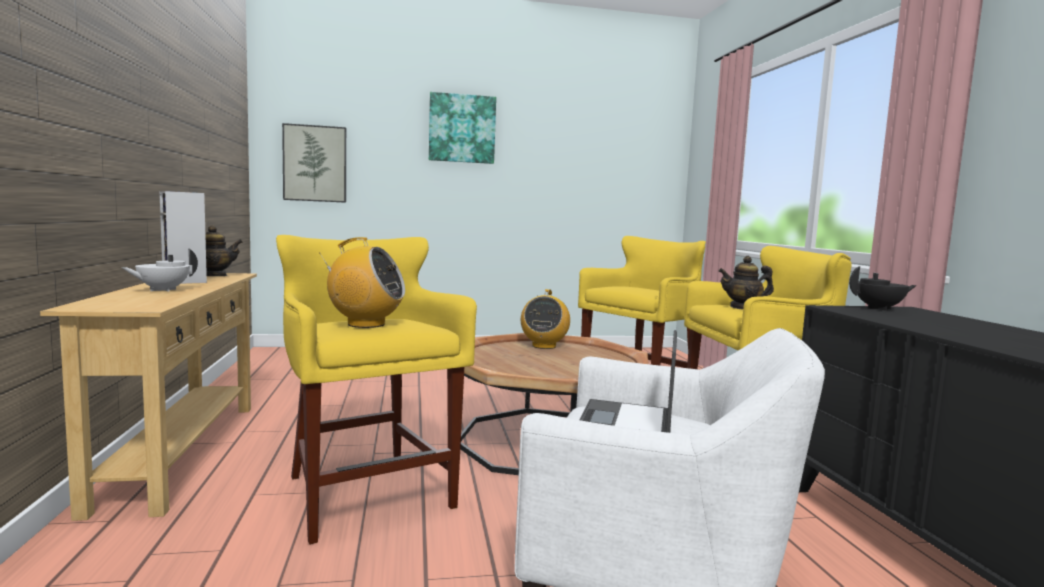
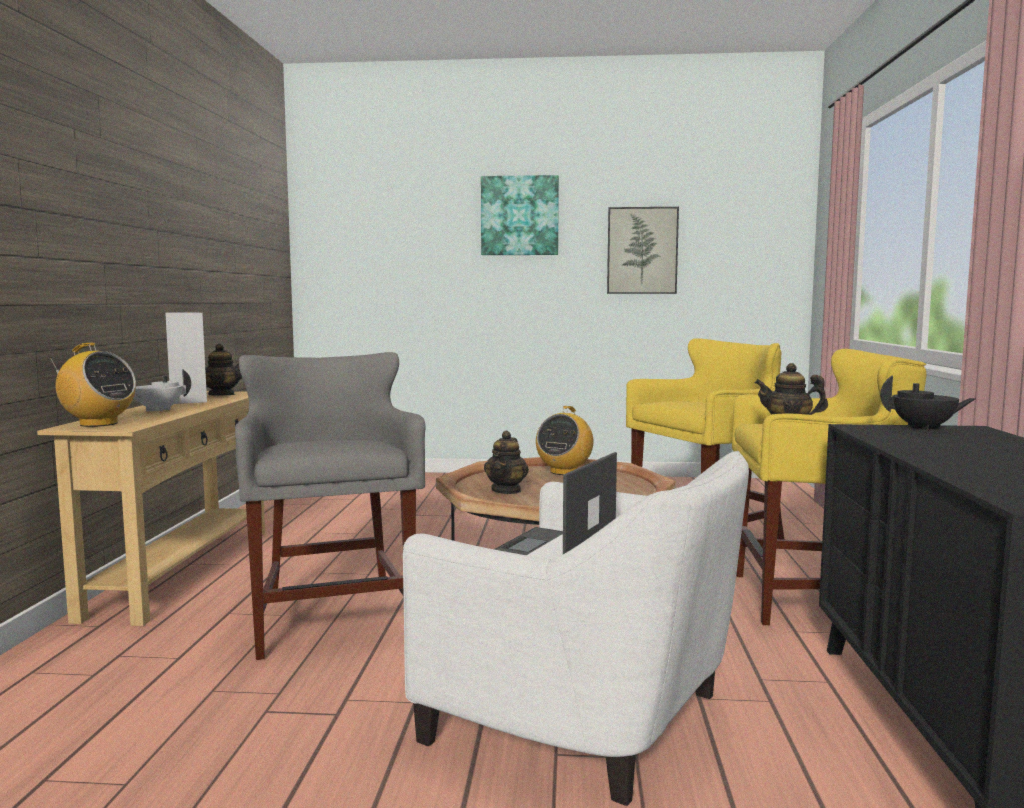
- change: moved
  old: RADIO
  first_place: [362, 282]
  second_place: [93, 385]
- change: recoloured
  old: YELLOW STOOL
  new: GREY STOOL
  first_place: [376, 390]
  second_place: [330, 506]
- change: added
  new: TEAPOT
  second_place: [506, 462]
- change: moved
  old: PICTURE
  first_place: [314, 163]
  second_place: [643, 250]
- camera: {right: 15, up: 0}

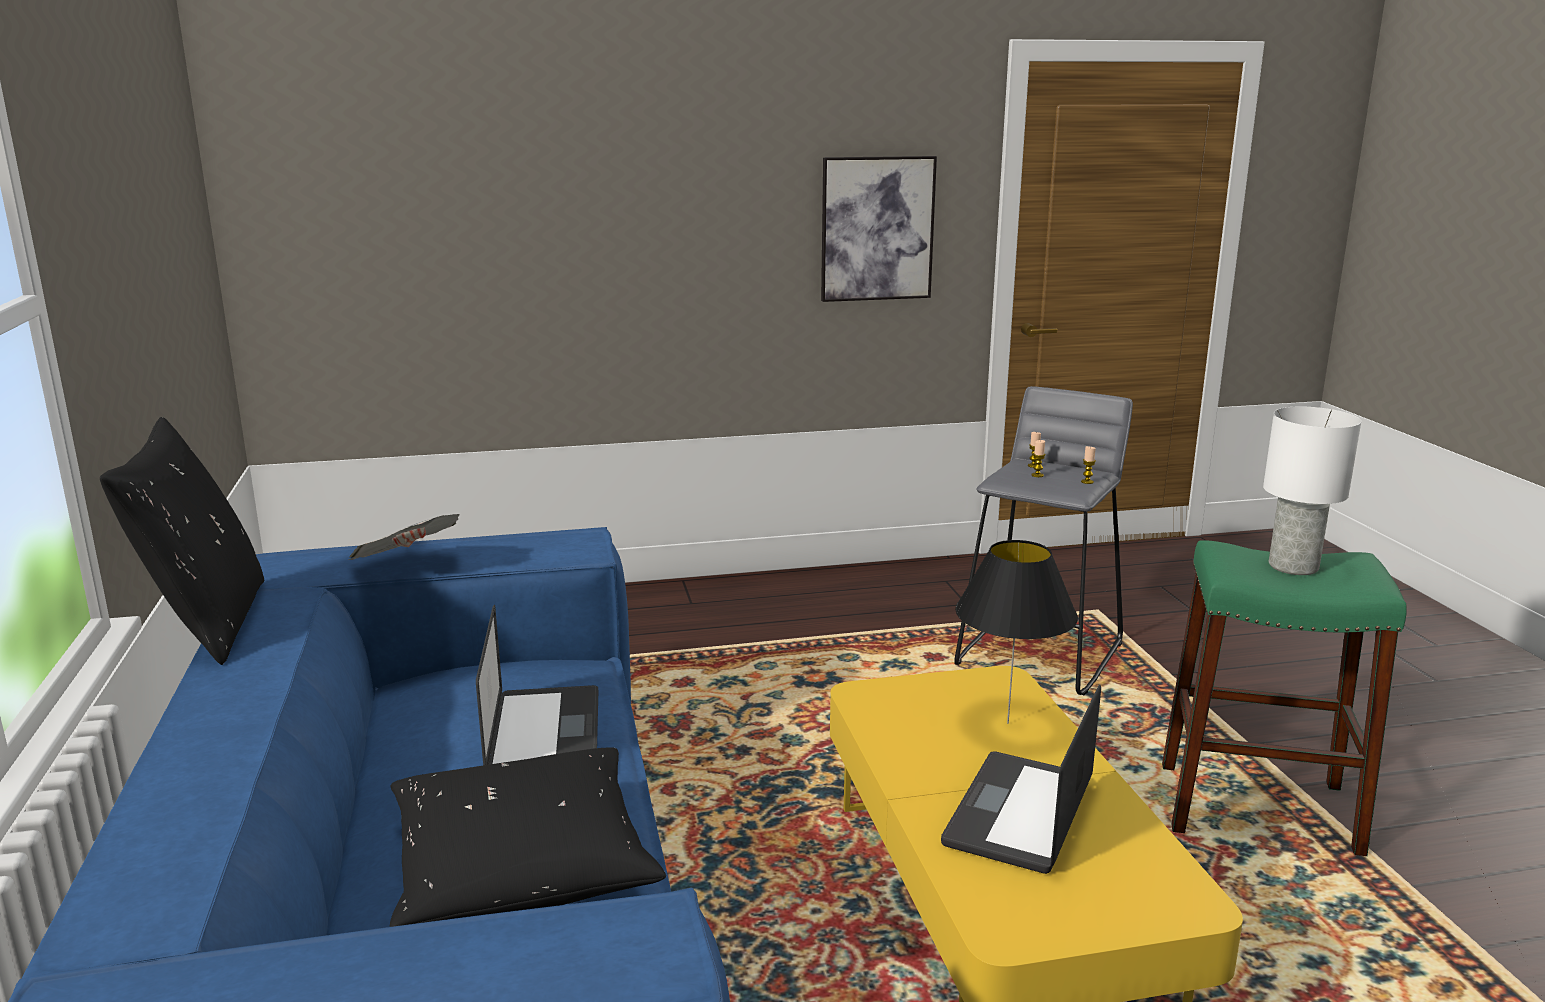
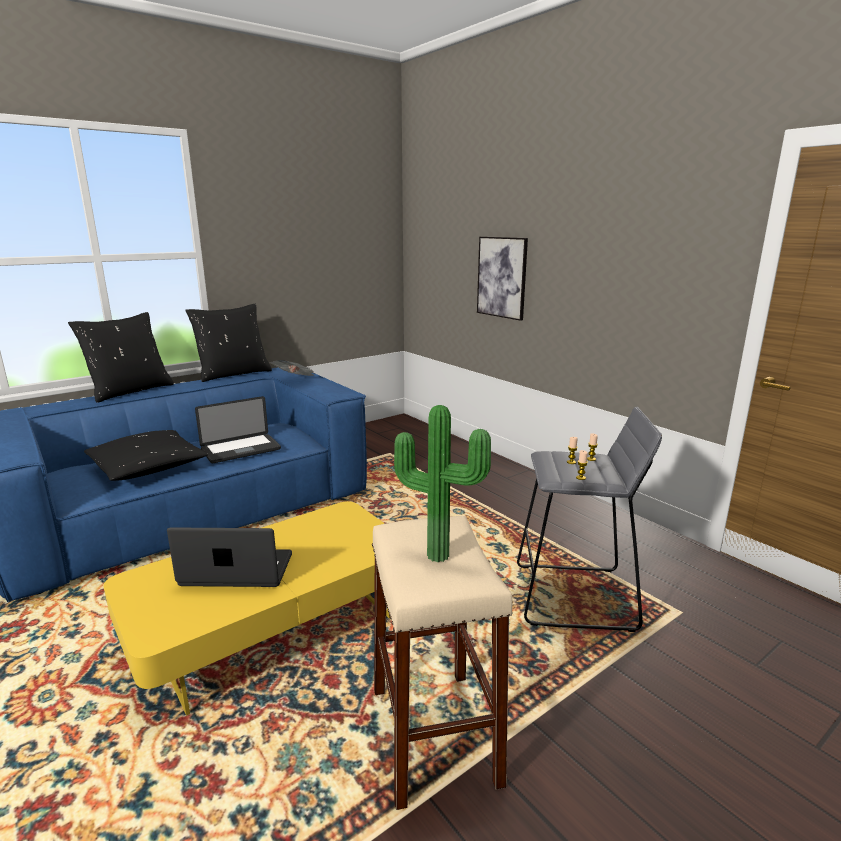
- change: added
  new: BLACK PILLOW
  second_place: [121, 357]
- change: recoloured
  old: GREEN STOOL
  new: BEIGE STOOL
  first_place: [1284, 698]
  second_place: [442, 663]
- change: replaced
  old: WHITE TABLE LAMP
  new: POTTED PLANT
  first_place: [1312, 491]
  second_place: [442, 483]
- change: moved
  old: PICTURE
  first_place: [879, 229]
  second_place: [502, 279]
- change: removed
  old: BLACK TABLE LAMP
  first_place: [1016, 632]
- camera: {right: 65, up: 0}

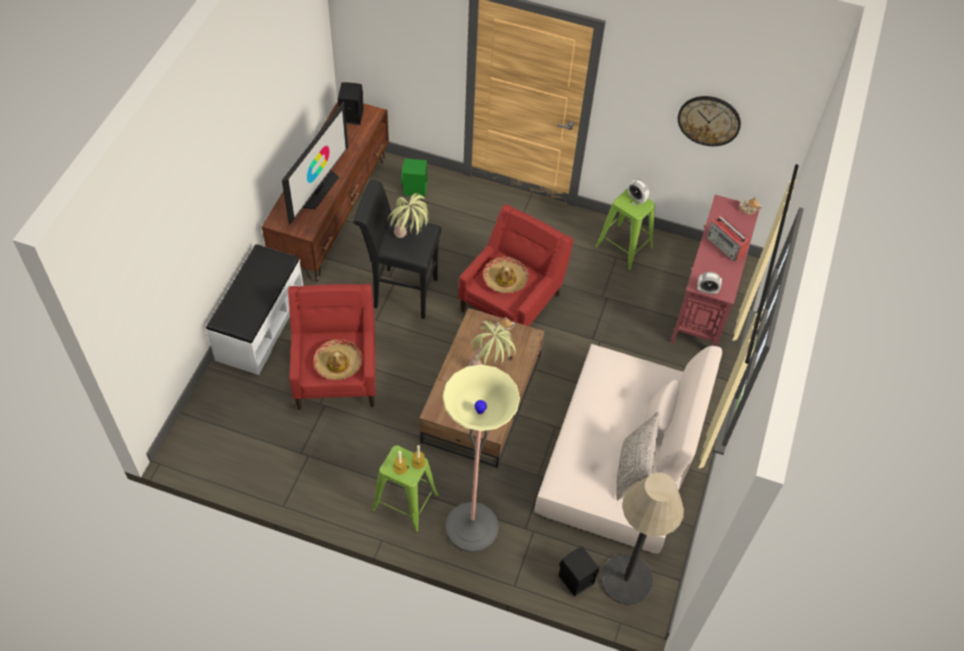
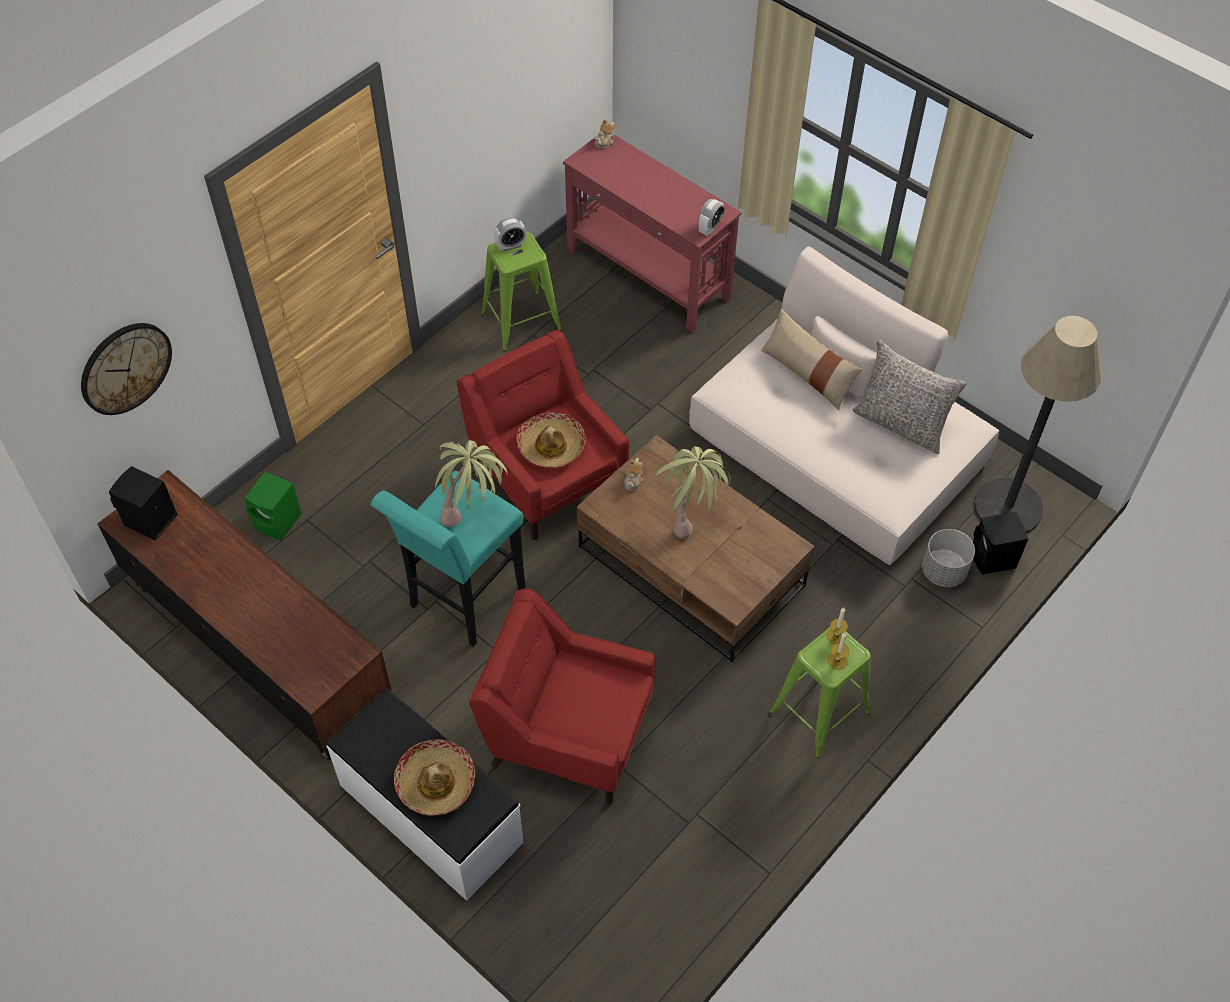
- change: moved
  old: WALL CLOCK
  first_place: [709, 121]
  second_place: [126, 369]
- change: recoloured
  old: BLACK STOOL
  new: TURQUOISE STOOL
  first_place: [397, 249]
  second_place: [448, 559]
- change: moved
  old: HAT
  first_place: [337, 359]
  second_place: [434, 777]
- change: added
  new: BEIGE PILLOW
  second_place: [811, 359]
- change: added
  new: GREY PLANTER
  second_place: [948, 558]
- change: removed
  old: TELEVISION
  first_place: [315, 163]
- change: removed
  old: FLOOR LAMP
  first_place: [481, 458]
- change: removed
  old: RADIO
  first_place: [728, 238]
- camera: {right: -65, up: 0}

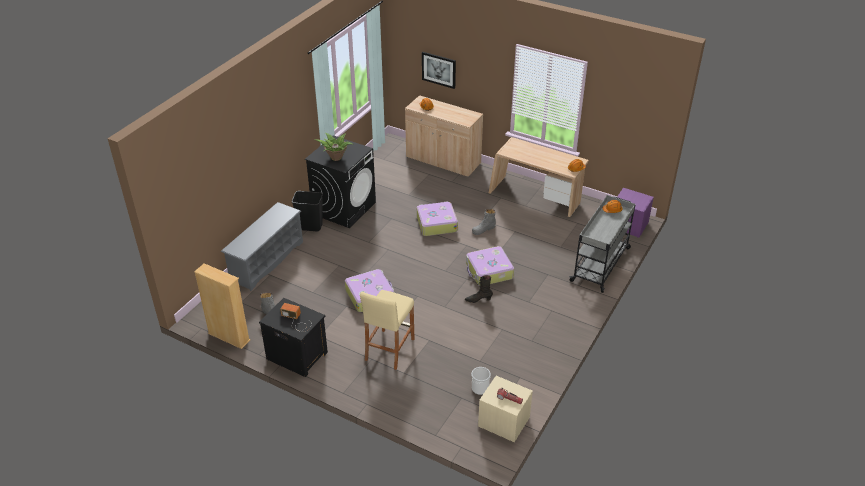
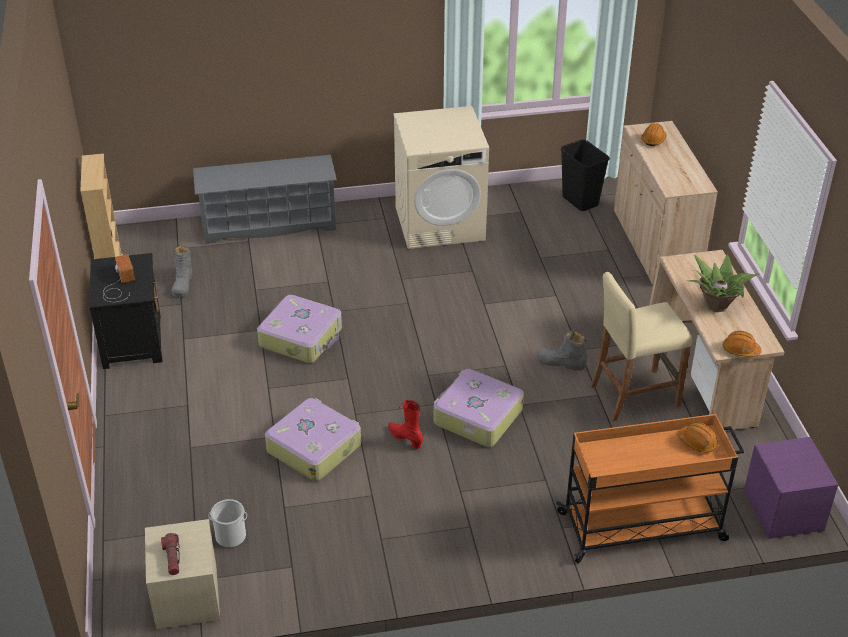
- change: moved
  old: SUITCASE
  first_place: [437, 218]
  second_place: [313, 439]
- change: recoloured
  old: BLACK BOOT
  new: RED BOOT
  first_place: [479, 289]
  second_place: [405, 424]
- change: recoloured
  old: BLACK WASHING MACHINE
  new: BEIGE WASHING MACHINE
  first_place: [340, 181]
  second_place: [441, 177]
- change: recoloured
  old: GREY CART
  new: ORANGE CART
  first_place: [602, 244]
  second_place: [650, 488]
- change: moved
  old: BLACK TRASH CAN
  first_place: [307, 211]
  second_place: [585, 175]
- change: moved
  old: BEIGE STOOL
  first_place: [387, 330]
  second_place: [641, 346]
- change: moved
  old: POTTED PLANT
  first_place: [334, 147]
  second_place: [723, 283]
- change: removed
  old: PICTURE
  first_place: [439, 70]
- camera: {right: 50, up: 0}

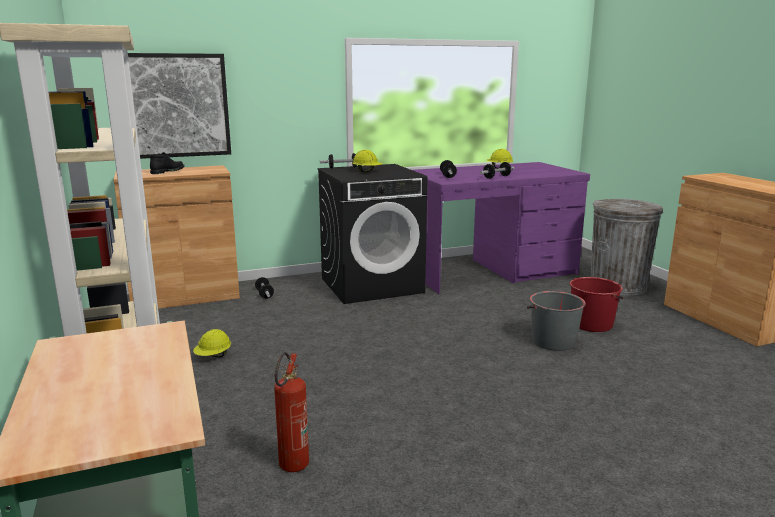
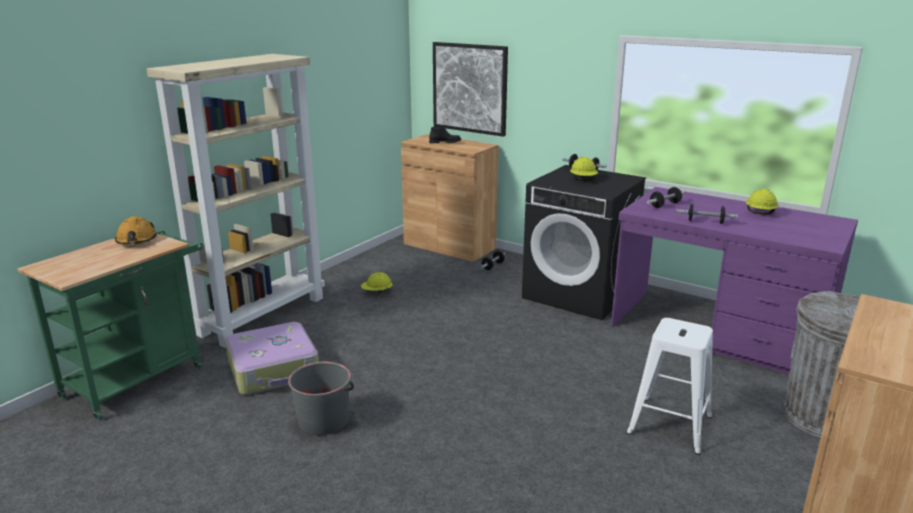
- change: added
  new: ORANGE HARD HAT
  second_place: [136, 230]
- change: replaced
  old: FIRE EXTINGUISHER
  new: SUITCASE
  first_place: [291, 412]
  second_place: [272, 358]
- change: moved
  old: GREY BUCKET
  first_place: [556, 321]
  second_place: [321, 398]
- change: replaced
  old: RED BUCKET
  new: WHITE STOOL
  first_place: [596, 304]
  second_place: [670, 386]
- camera: {right: 55, up: 5}

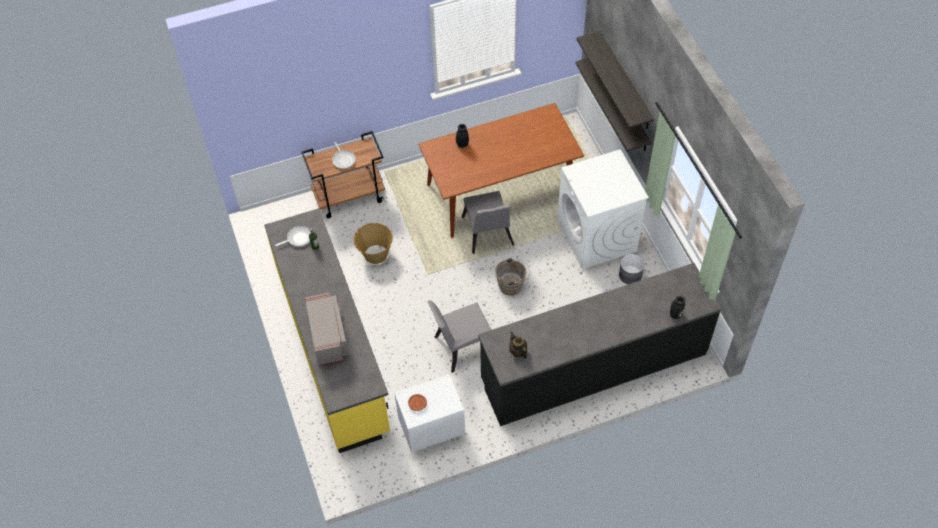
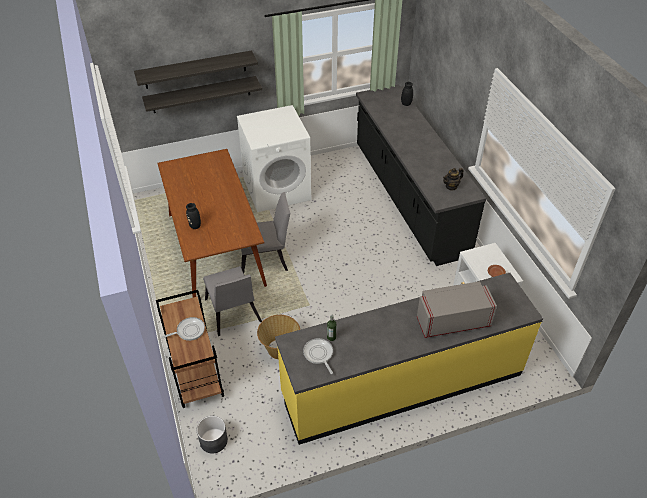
- change: moved
  old: GREY PLANTER
  first_place: [631, 269]
  second_place: [212, 435]
- change: moved
  old: GREY CHAIR
  first_place: [459, 336]
  second_place: [232, 301]
- change: removed
  old: BROWN BUCKET
  first_place: [512, 276]
- camera: {right: -90, up: -10}

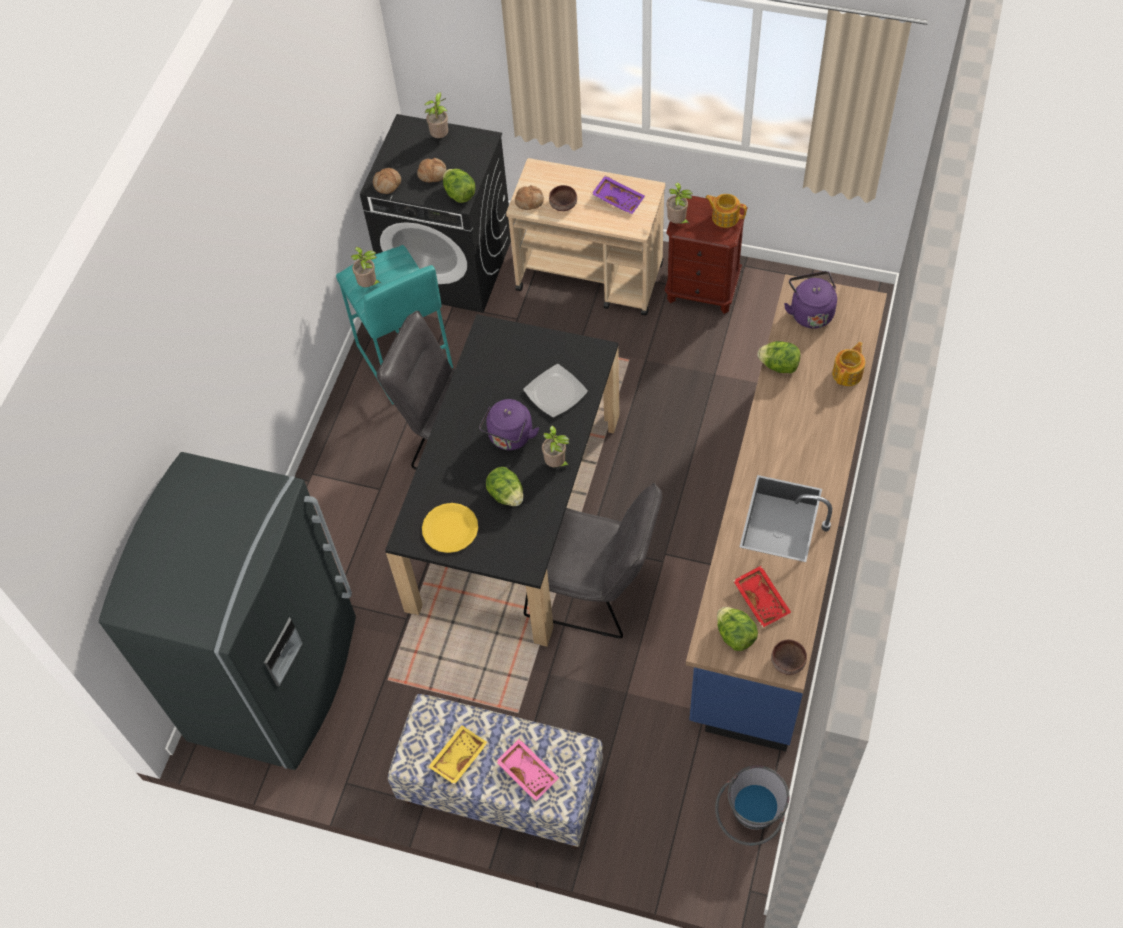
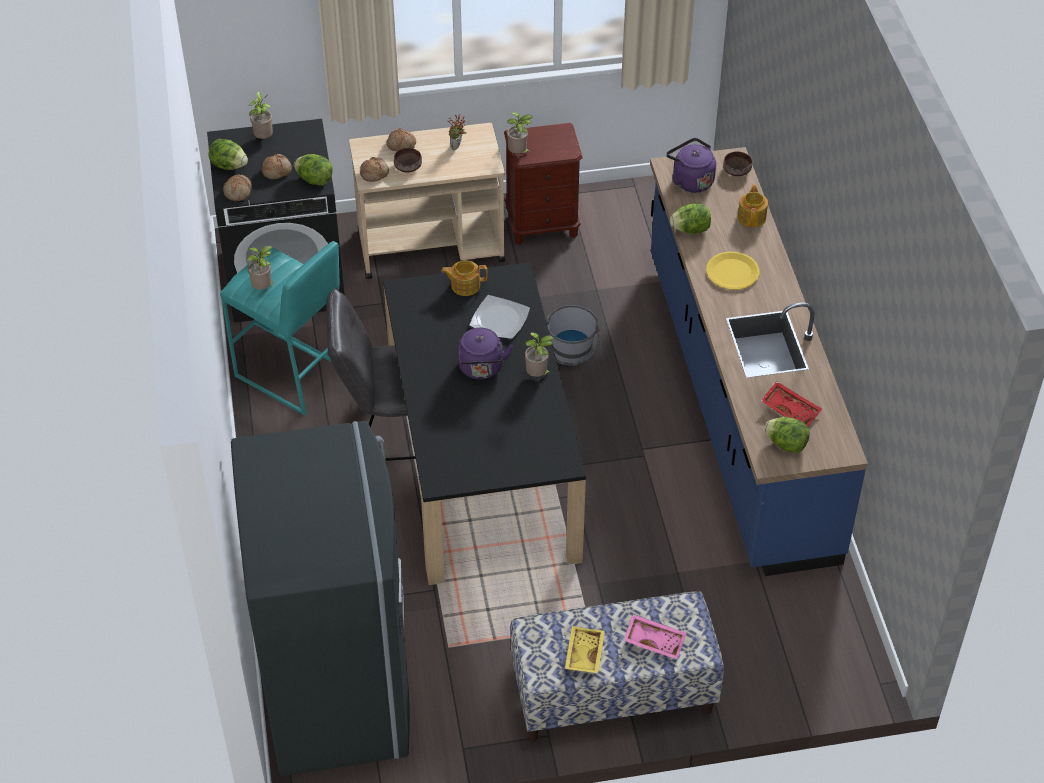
- change: moved
  old: LETTUCE
  first_place: [504, 486]
  second_place: [228, 154]
- change: added
  new: BREAD
  second_place: [401, 139]
- change: moved
  old: TEAPOT
  first_place: [726, 211]
  second_place: [464, 278]
- change: replaced
  old: PURPLE TRAY
  new: POTTED PLANT
  first_place: [618, 195]
  second_place: [457, 132]
- change: moved
  old: GREY BUCKET
  first_place: [752, 805]
  second_place: [573, 335]
- change: moved
  old: YELLOW PLATE
  first_place: [450, 528]
  second_place: [733, 271]
- change: moved
  old: BROWN BOWL
  first_place: [789, 657]
  second_place: [737, 163]
- change: removed
  old: GREY CHAIR
  first_place: [593, 560]
- camera: {right: -30, up: -10}

